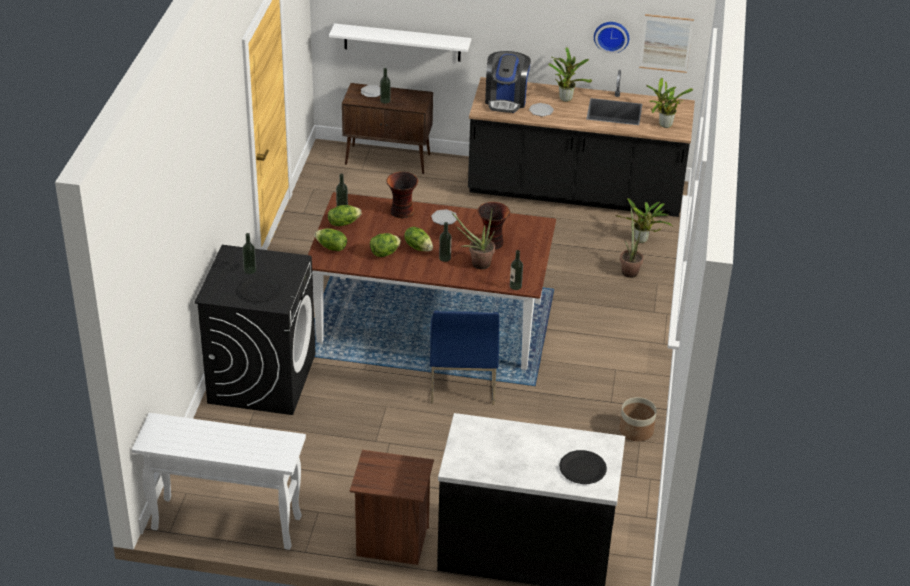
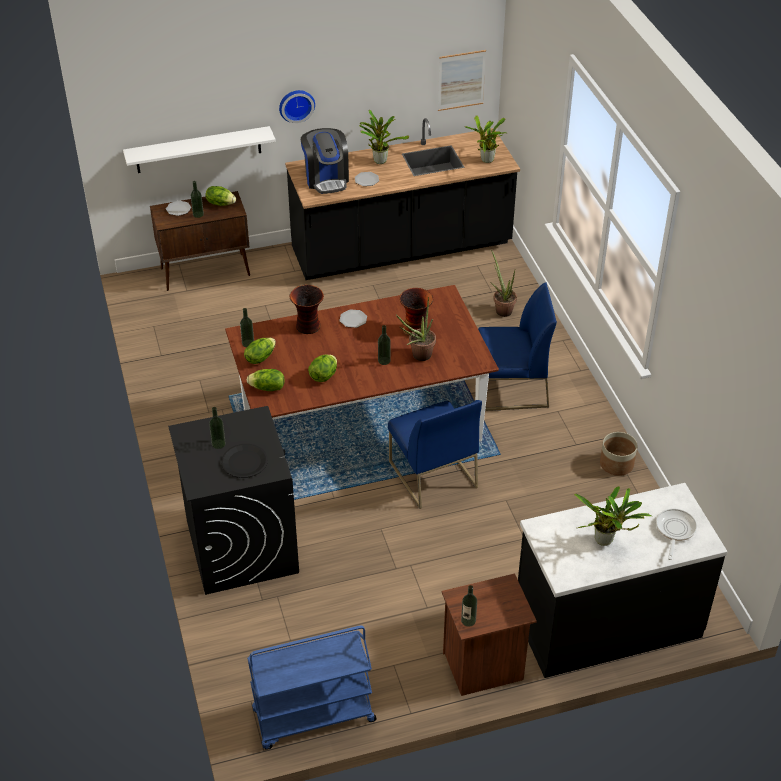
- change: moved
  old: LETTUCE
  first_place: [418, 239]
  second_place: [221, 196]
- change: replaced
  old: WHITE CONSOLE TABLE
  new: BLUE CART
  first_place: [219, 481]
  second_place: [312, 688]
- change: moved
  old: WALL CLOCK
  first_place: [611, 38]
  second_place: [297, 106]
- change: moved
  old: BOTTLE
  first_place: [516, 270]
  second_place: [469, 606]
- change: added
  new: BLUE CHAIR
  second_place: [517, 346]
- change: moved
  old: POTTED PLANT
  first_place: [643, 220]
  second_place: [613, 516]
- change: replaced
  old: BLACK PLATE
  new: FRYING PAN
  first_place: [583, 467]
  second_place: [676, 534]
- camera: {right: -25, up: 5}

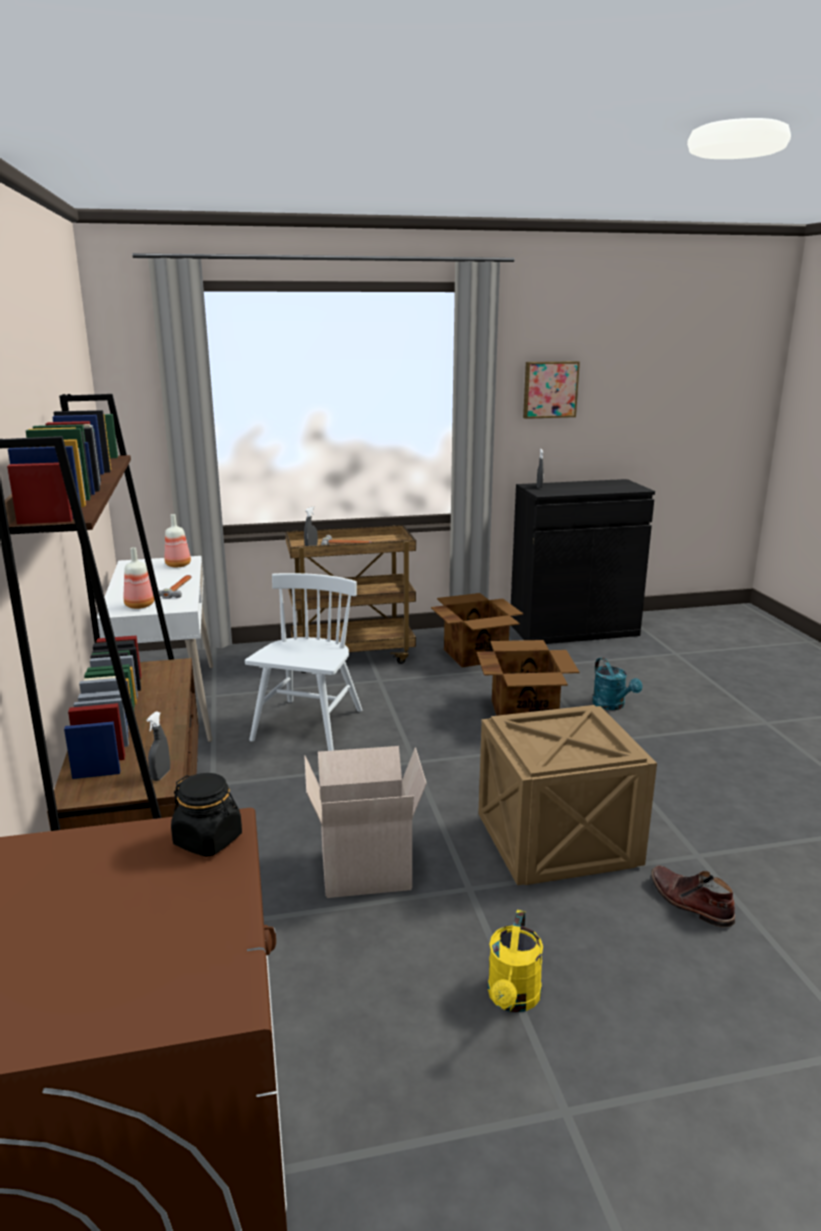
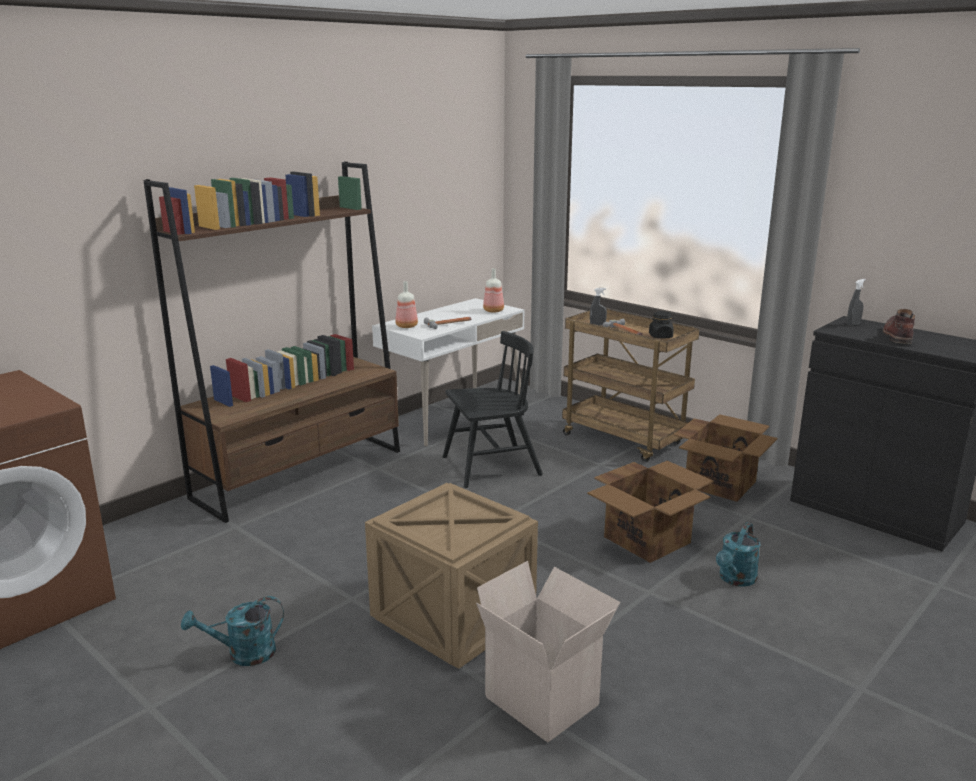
- change: recoloured
  old: YELLOW WATERING CAN
  new: TURQUOISE WATERING CAN
  first_place: [515, 961]
  second_place: [232, 631]
- change: recoloured
  old: WHITE CHAIR
  new: BLACK CHAIR
  first_place: [303, 662]
  second_place: [493, 409]
- change: moved
  old: CARDBOARD BOX
  first_place: [365, 822]
  second_place: [548, 652]
- change: moved
  old: BLACK JAR
  first_place: [206, 815]
  second_place: [661, 325]
- change: moved
  old: BROWN BOOT
  first_place: [693, 896]
  second_place: [899, 326]
- change: removed
  old: GREY SPRAY BOTTLE
  first_place: [158, 746]
- change: removed
  old: PICTURE
  first_place: [551, 390]
- camera: {right: 55, up: 0}

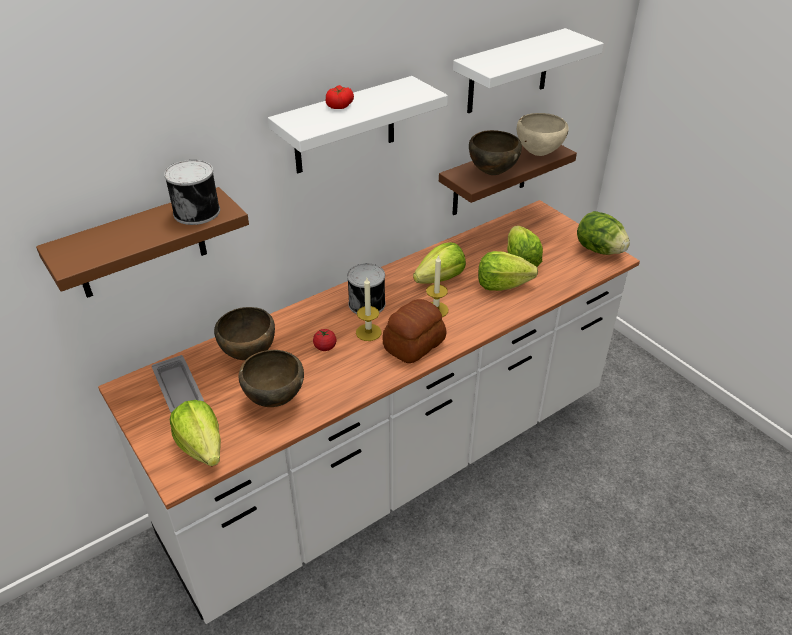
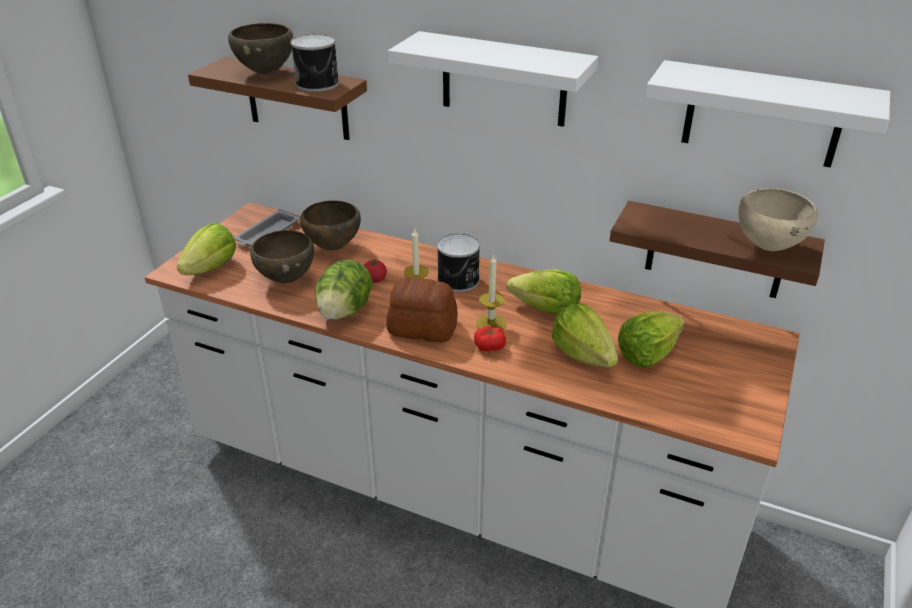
- change: moved
  old: BROWN BOWL
  first_place: [495, 152]
  second_place: [260, 49]
- change: moved
  old: LETTUCE
  first_place: [603, 233]
  second_place: [344, 290]
- change: moved
  old: TOMATO
  first_place: [339, 97]
  second_place: [490, 338]
- camera: {right: 60, up: -5}

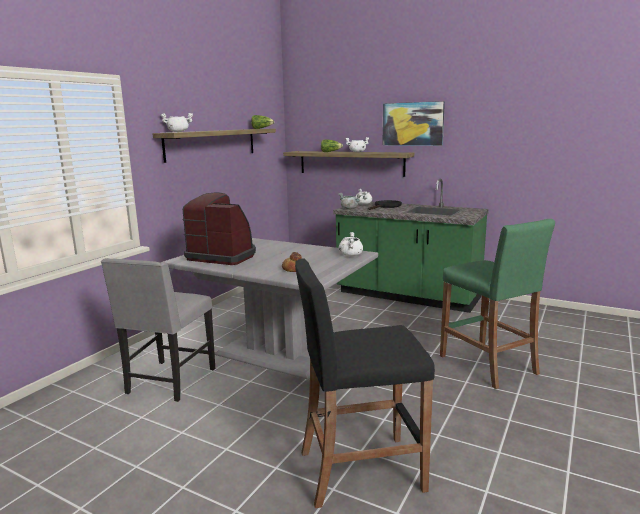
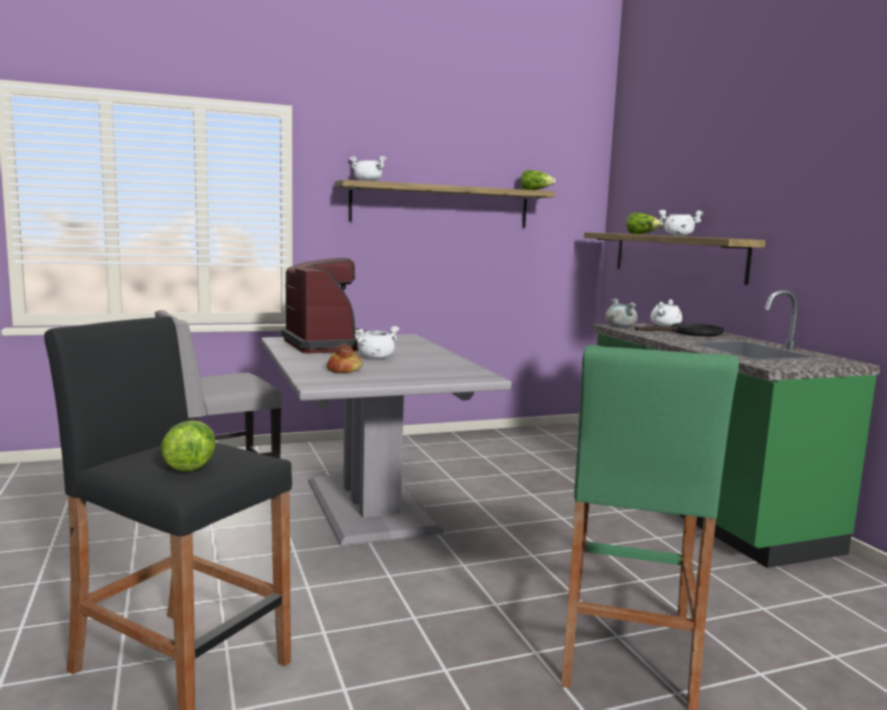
- change: added
  new: LETTUCE
  second_place: [188, 446]
- change: moved
  old: WHITE COOKING POT
  first_place: [351, 244]
  second_place: [377, 342]
- change: removed
  old: PICTURE
  first_place: [414, 123]
- camera: {right: 40, up: -5}

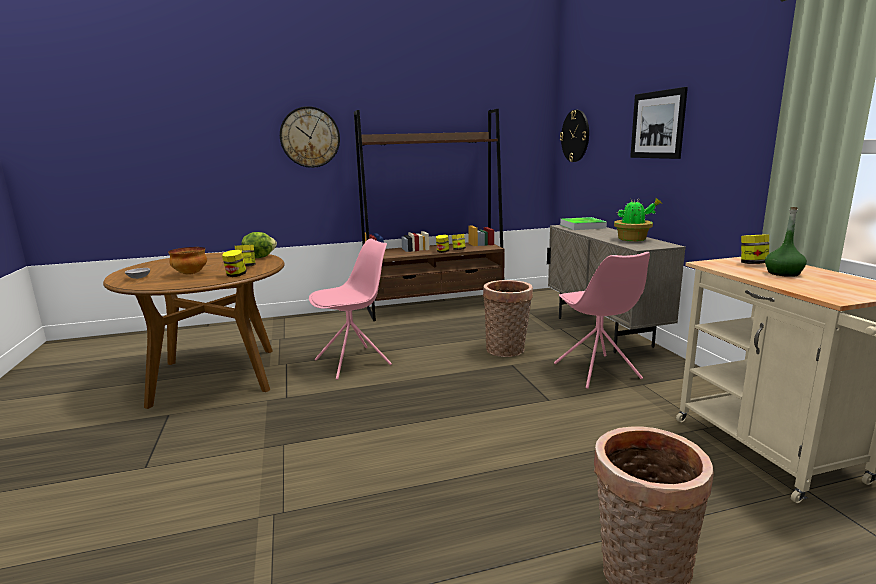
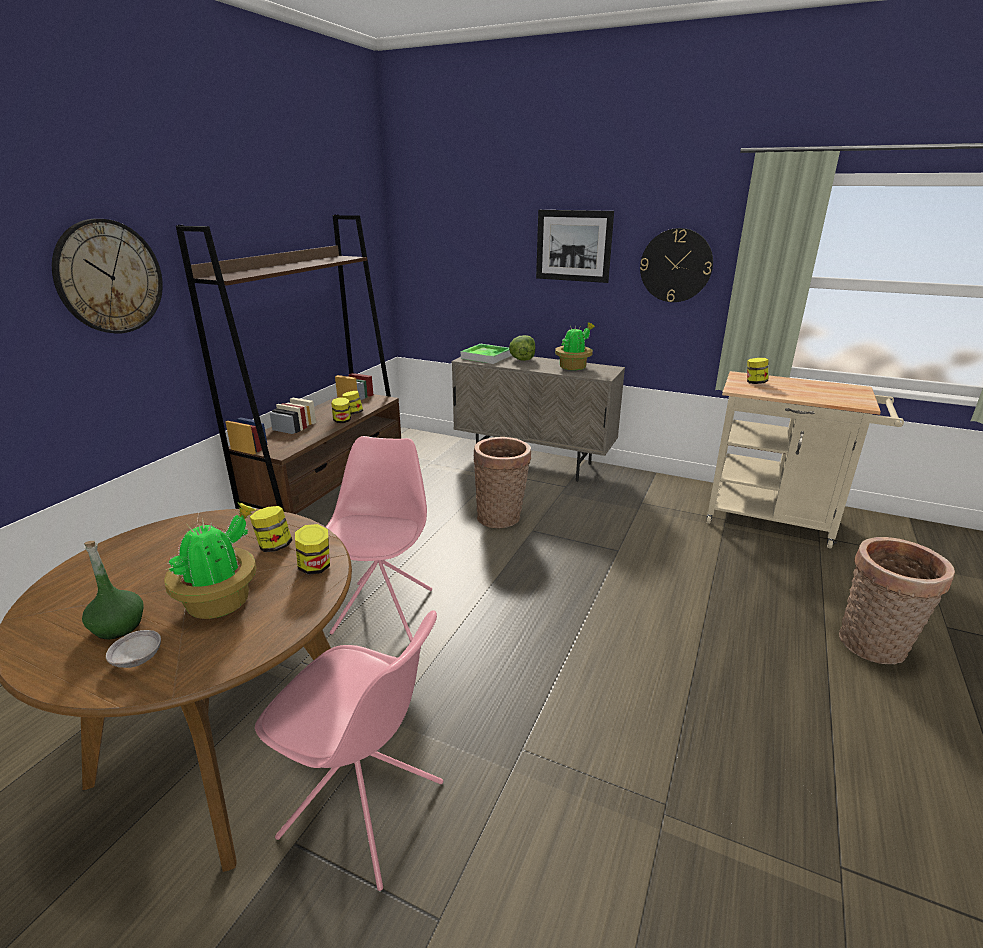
- change: moved
  old: GREEN BOTTLE
  first_place: [786, 242]
  second_place: [112, 590]
- change: replaced
  old: BOWL
  new: POTTED PLANT
  first_place: [187, 261]
  second_place: [210, 561]
- change: moved
  old: PINK CHAIR
  first_place: [602, 320]
  second_place: [349, 750]
- change: moved
  old: LETTUCE
  first_place: [259, 245]
  second_place: [522, 348]
- change: moved
  old: WALL CLOCK
  first_place: [574, 136]
  second_place: [676, 265]
- camera: {right: -50, up: 10}

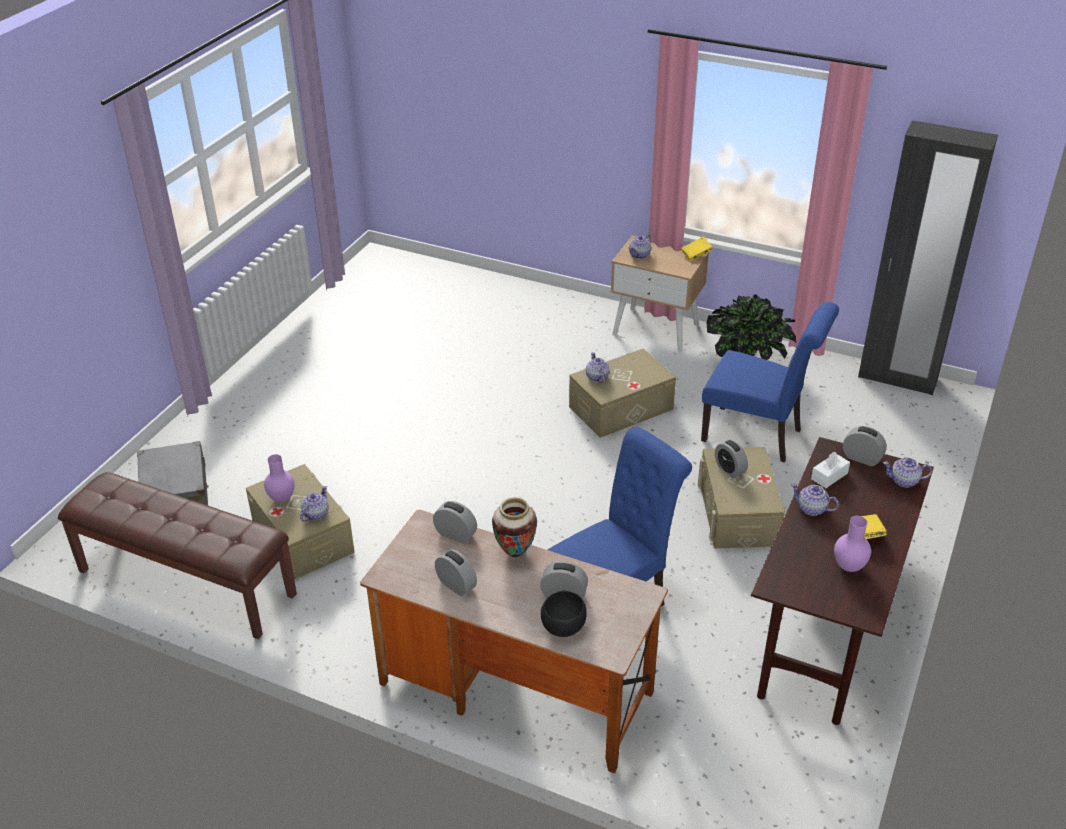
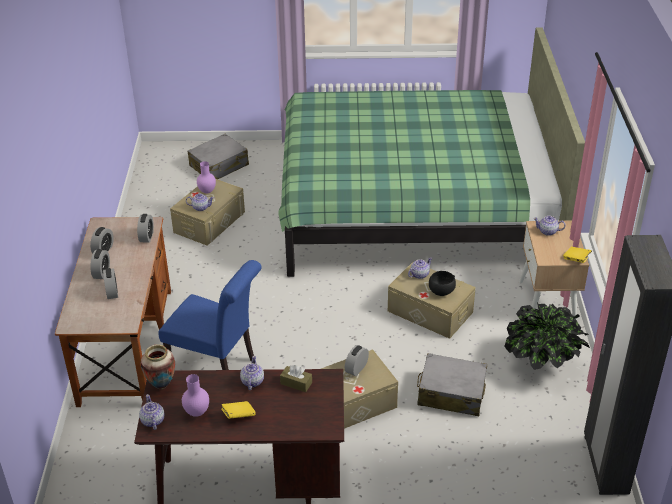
- change: moved
  old: ALARM CLOCK
  first_place: [865, 446]
  second_place: [100, 264]
- change: moved
  old: TEAPOT
  first_place: [907, 472]
  second_place: [151, 412]
- change: moved
  old: VASE
  first_place: [514, 527]
  second_place: [158, 366]
- change: added
  new: GREEN BED
  second_place: [431, 152]
- change: recoloured
  old: WHITE TISSUE BOX
  new: BROWN TISSUE BOX
  first_place: [830, 470]
  second_place: [296, 378]
- change: replaced
  old: BLUE CHAIR
  new: GREY SUITCASE
  first_place: [770, 382]
  second_place: [452, 384]
- change: moved
  old: BLACK BOWL
  first_place: [564, 613]
  second_place: [442, 283]
- change: removed
  old: BROWN BENCH
  first_place: [177, 555]
- camera: {right: 65, up: 0}

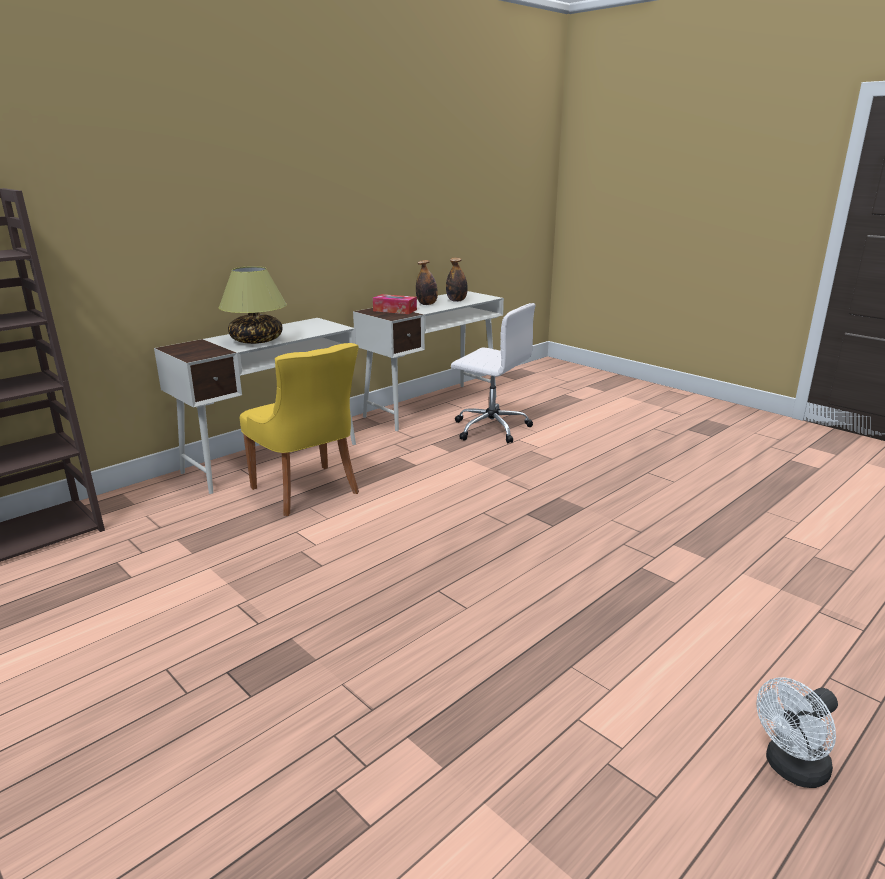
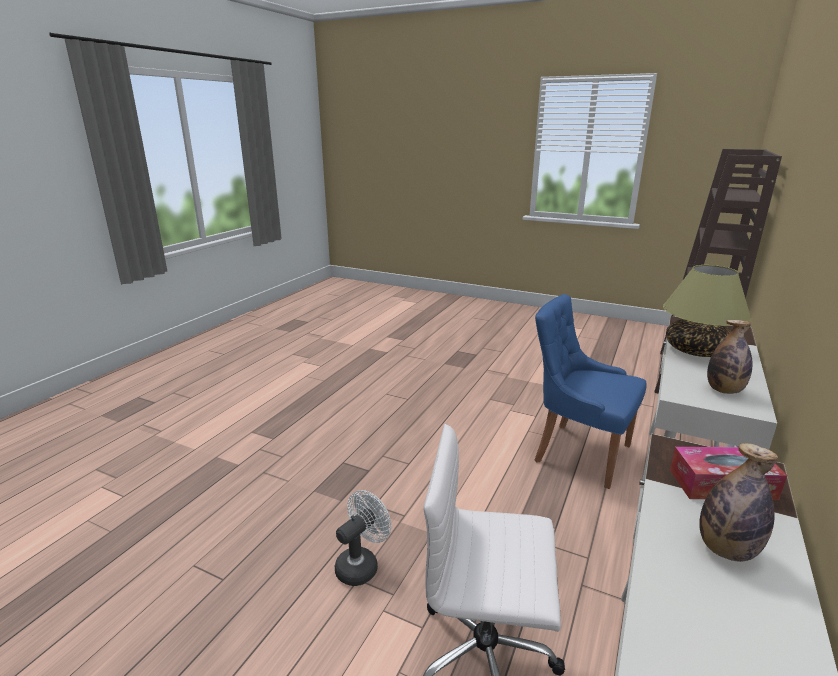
- change: moved
  old: WHITE FAN
  first_place: [797, 732]
  second_place: [363, 538]
- change: recoloured
  old: YELLOW CHAIR
  new: BLUE CHAIR
  first_place: [299, 429]
  second_place: [590, 391]
- change: moved
  old: BOTTLE
  first_place: [457, 280]
  second_place: [729, 357]
- camera: {right: 160, up: 0}

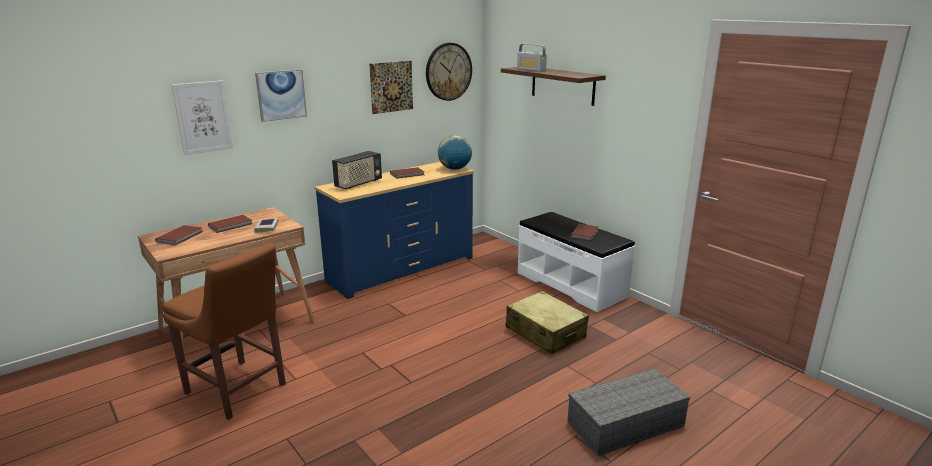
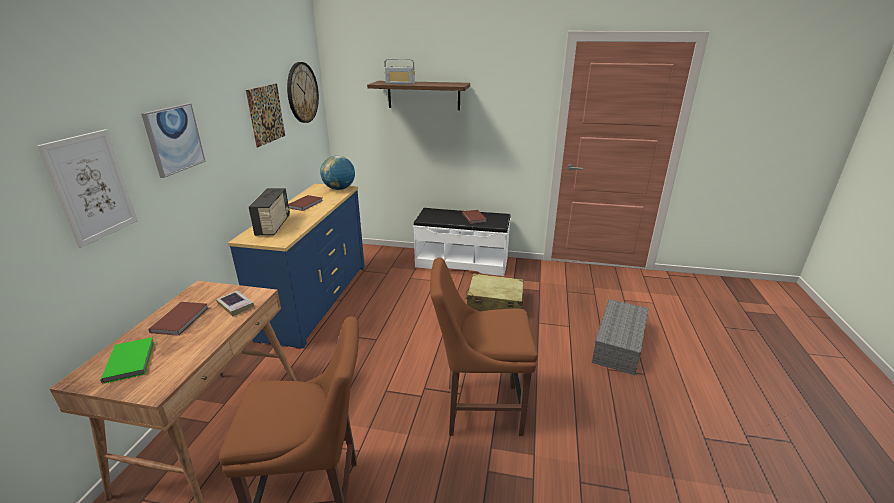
- change: recoloured
  old: BROWN BOOK
  new: GREEN BOOK
  first_place: [179, 235]
  second_place: [127, 360]
- change: added
  new: BROWN CHAIR
  second_place: [484, 347]
- camera: {right: -40, up: 5}

